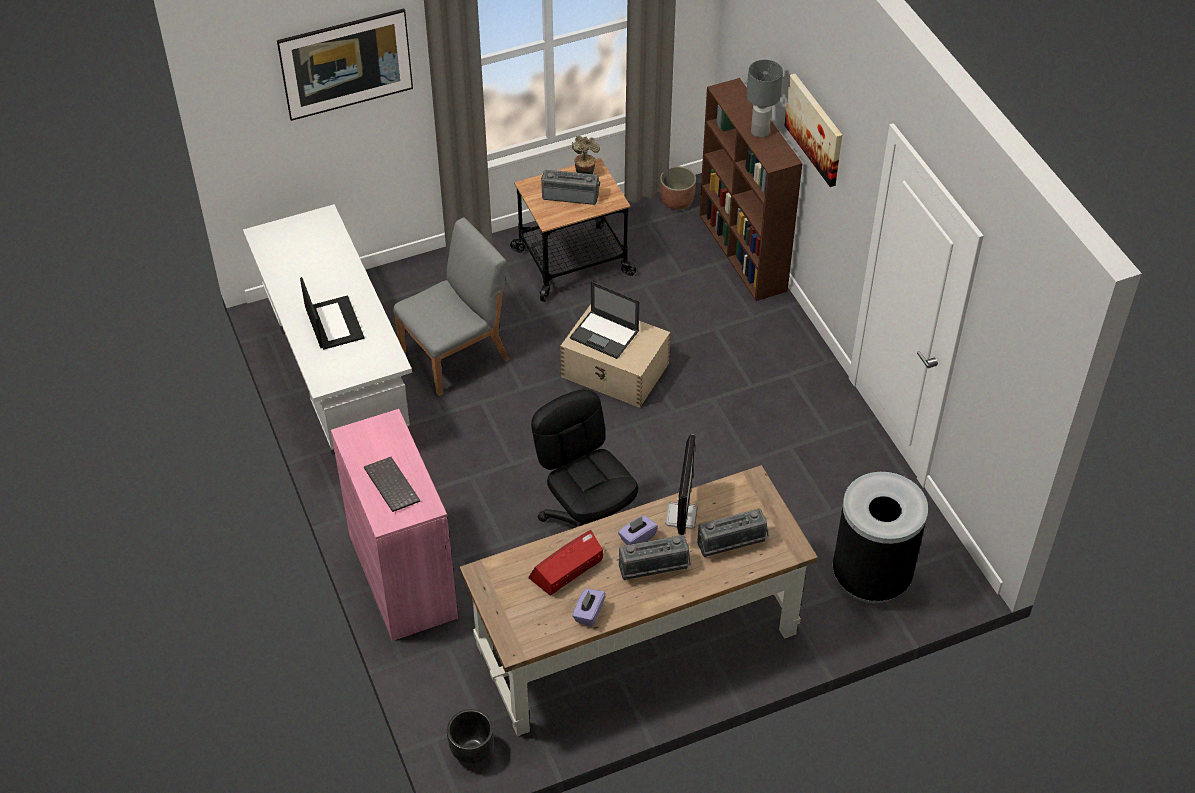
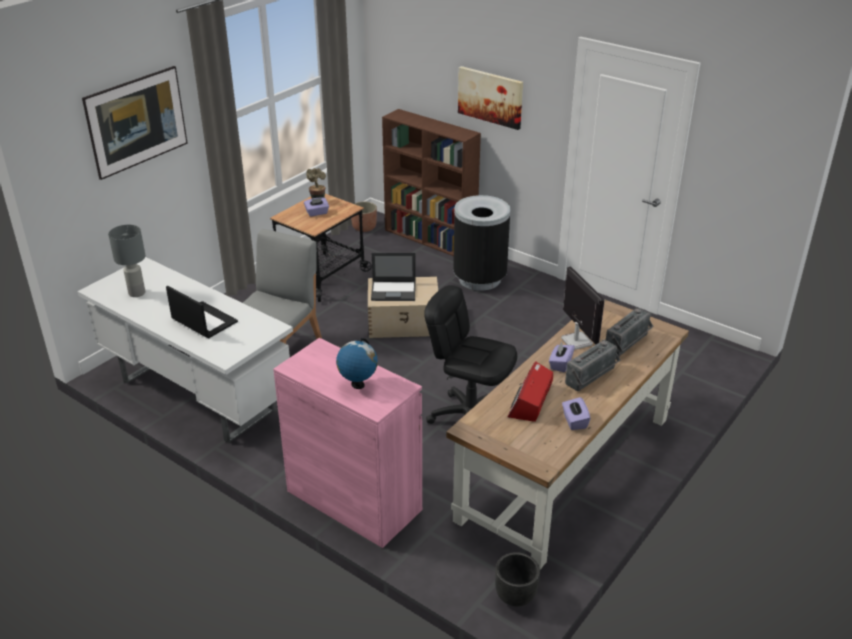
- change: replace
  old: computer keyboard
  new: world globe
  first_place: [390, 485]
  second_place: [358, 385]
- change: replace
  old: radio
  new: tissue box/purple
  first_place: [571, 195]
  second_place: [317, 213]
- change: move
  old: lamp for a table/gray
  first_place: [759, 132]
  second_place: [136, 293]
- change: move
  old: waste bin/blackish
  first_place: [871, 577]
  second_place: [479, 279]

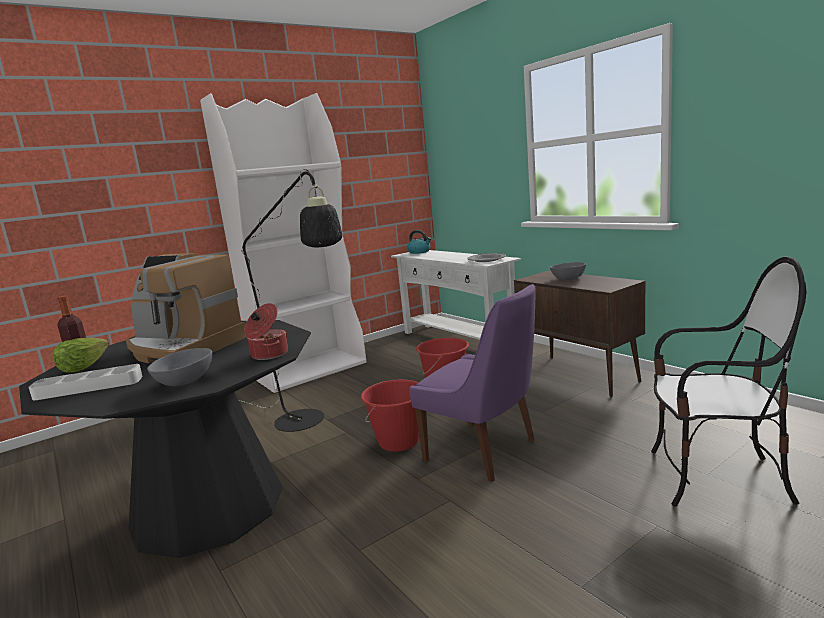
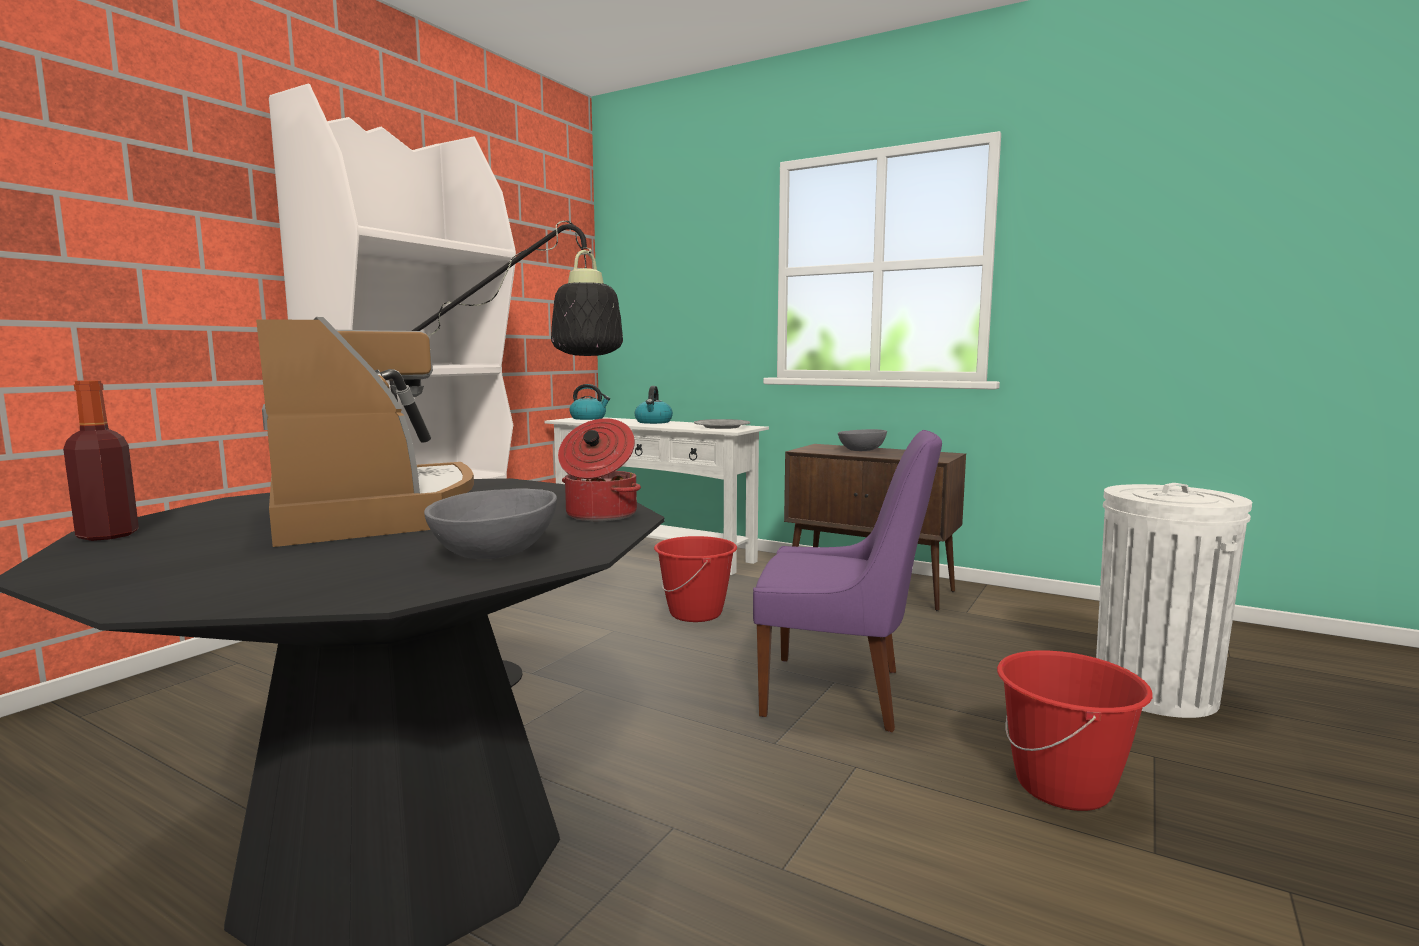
- change: delete
  old: serving tray/whitish
  first_place: [89, 387]
- change: delete
  old: lettuce head
  first_place: [83, 367]
- change: rotate
  old: coffee brewer
  first_place: [183, 348]
  second_place: [374, 513]
  degrees: -120
- change: move
  old: pail/red
  first_place: [399, 442]
  second_place: [1063, 786]
- change: replace
  old: chair
  new: waste bin/whitish
  first_place: [716, 478]
  second_place: [1155, 692]
- change: insert
  new: kettle
  second_place: [653, 422]

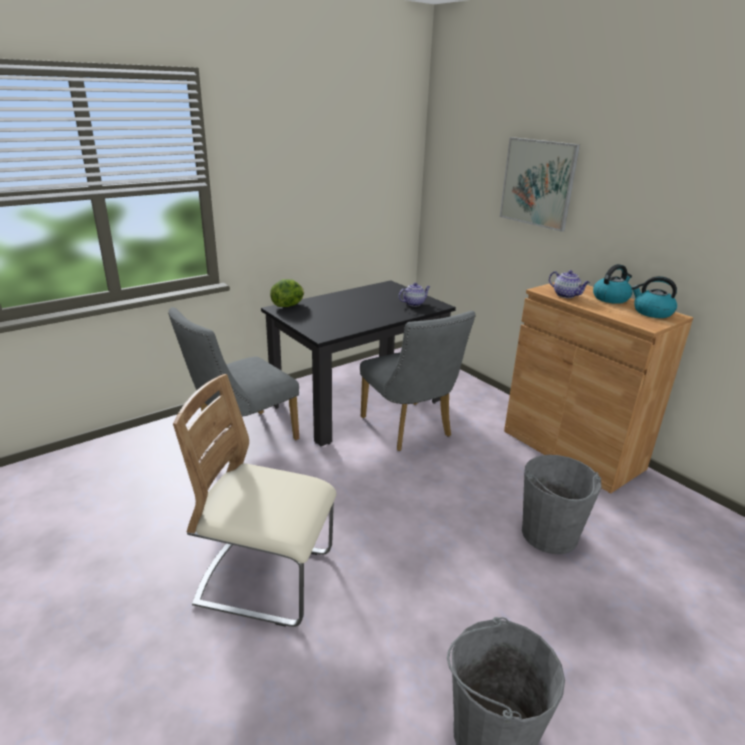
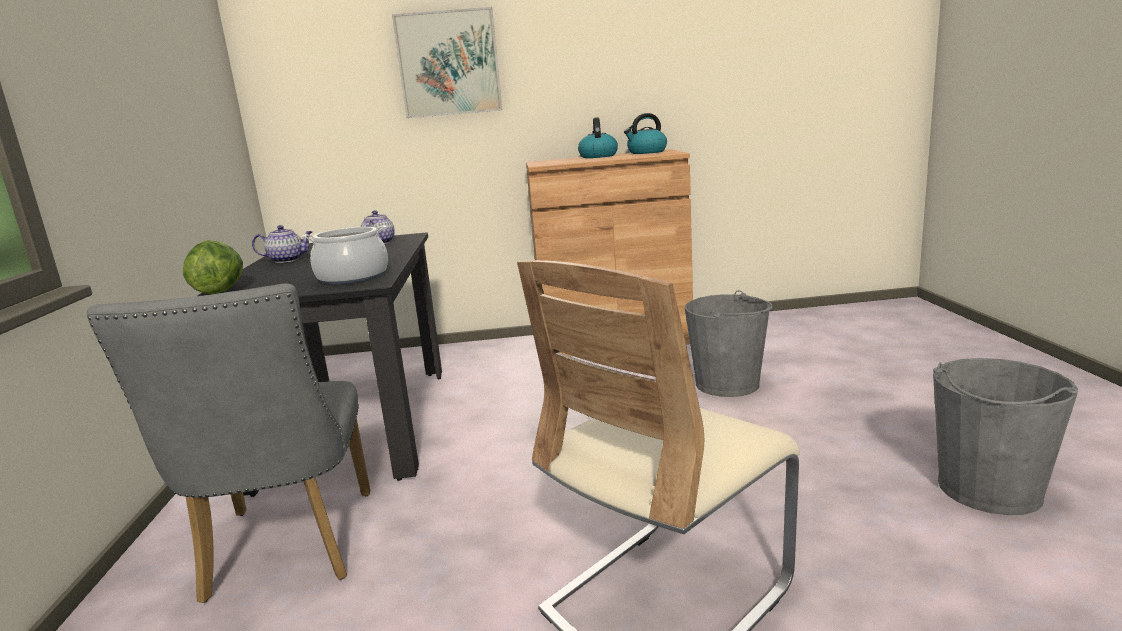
- change: delete
  old: chair/gray
  first_place: [409, 430]
- change: move
  old: teapot
  first_place: [566, 295]
  second_place: [287, 260]
- change: insert
  new: saucepot
  second_place: [352, 277]

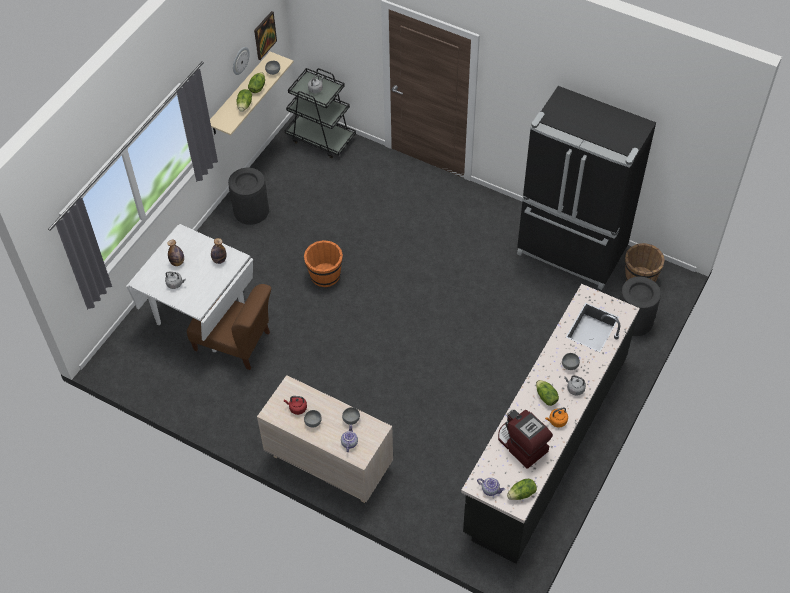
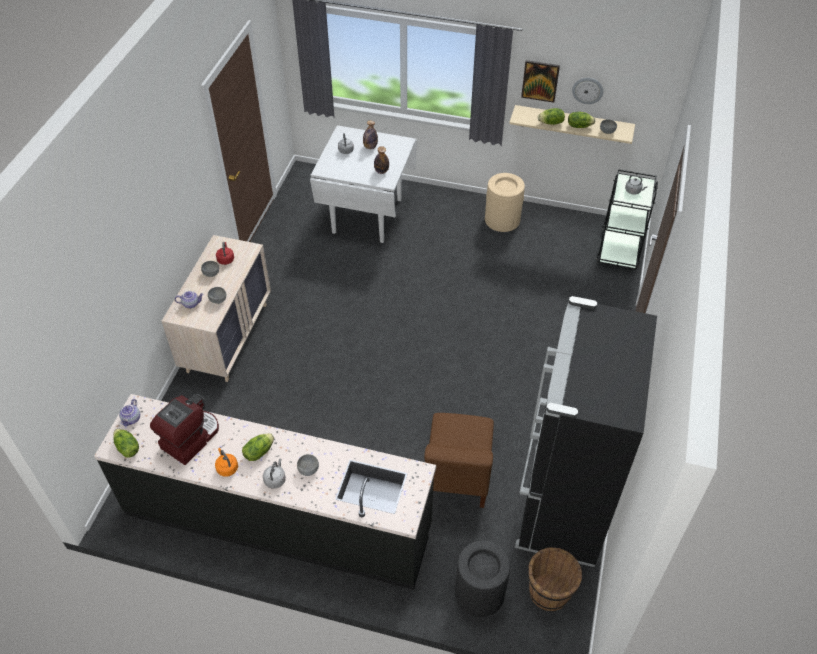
- change: move
  old: chair/brown
  first_place: [235, 343]
  second_place: [457, 476]
- change: recolor
  old: waste bin/blackish
  new: waste bin/beige-coloured
  first_place: [251, 211]
  second_place: [502, 219]
- change: move
  old: picture
  first_place: [264, 35]
  second_place: [540, 80]
- change: delete
  old: pail/orange-coloured
  first_place: [325, 276]

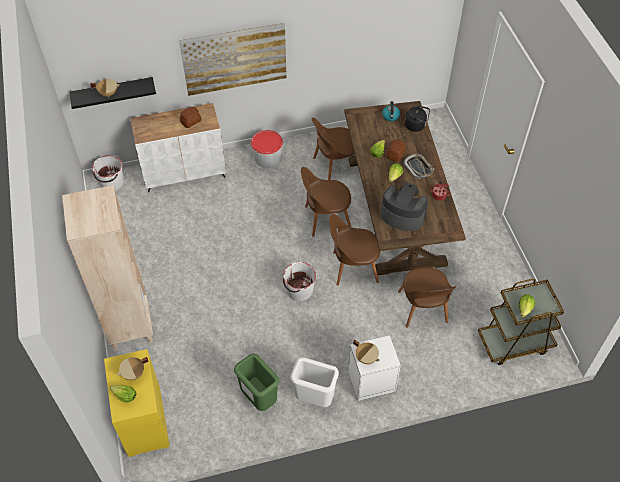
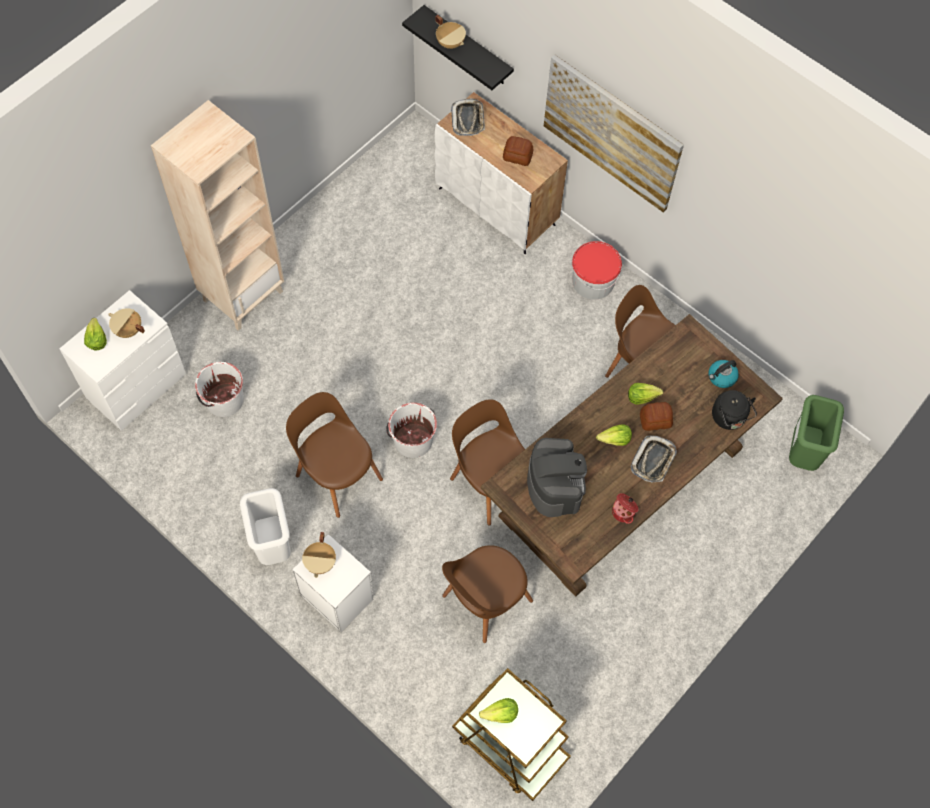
- change: move
  old: pail/whitish
  first_place: [111, 182]
  second_place: [224, 400]
- change: recolor
  old: dresser/yellow-coloured
  new: dresser/whitish
  first_place: [144, 421]
  second_place: [137, 386]
- change: move
  old: waste bin/greenish
  first_place: [258, 399]
  second_place: [802, 453]
- change: move
  old: chair/brown
  first_place: [325, 218]
  second_place: [337, 474]
- change: insert
  new: serving tray
  second_place: [468, 119]

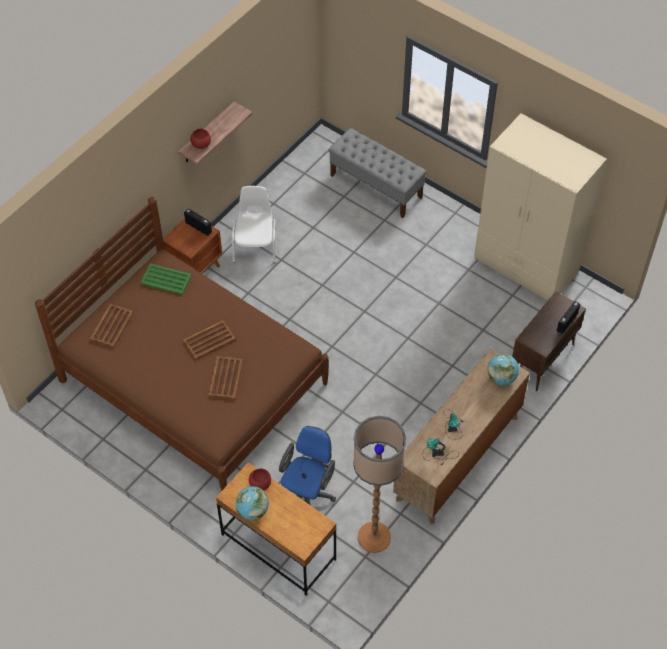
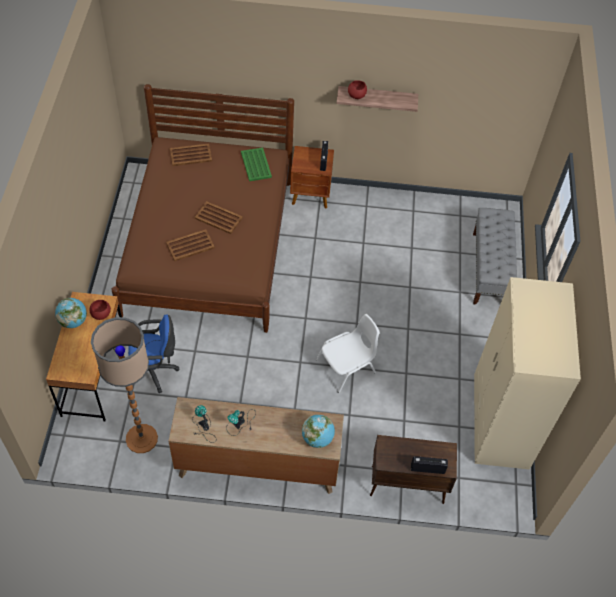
- change: move
  old: chair/whitish
  first_place: [255, 244]
  second_place: [347, 367]

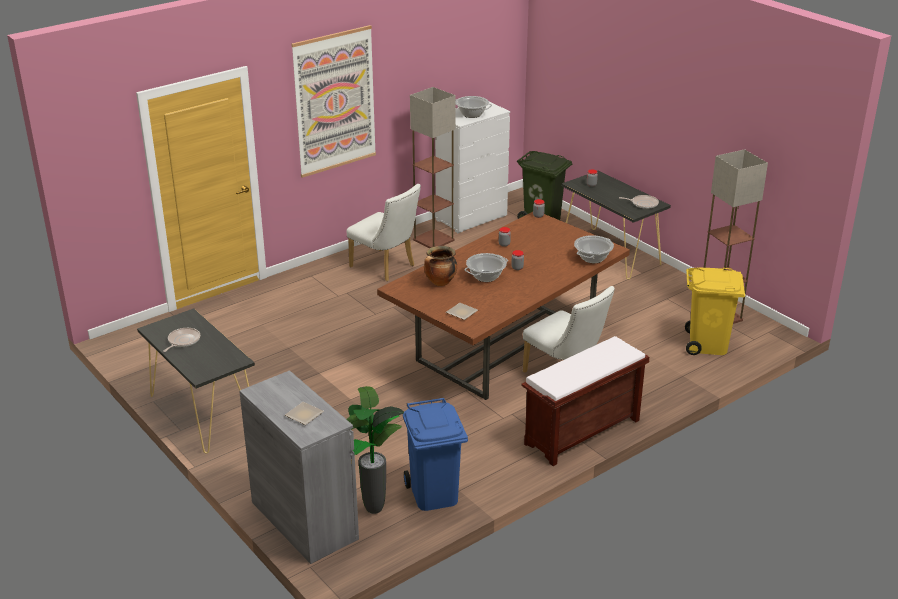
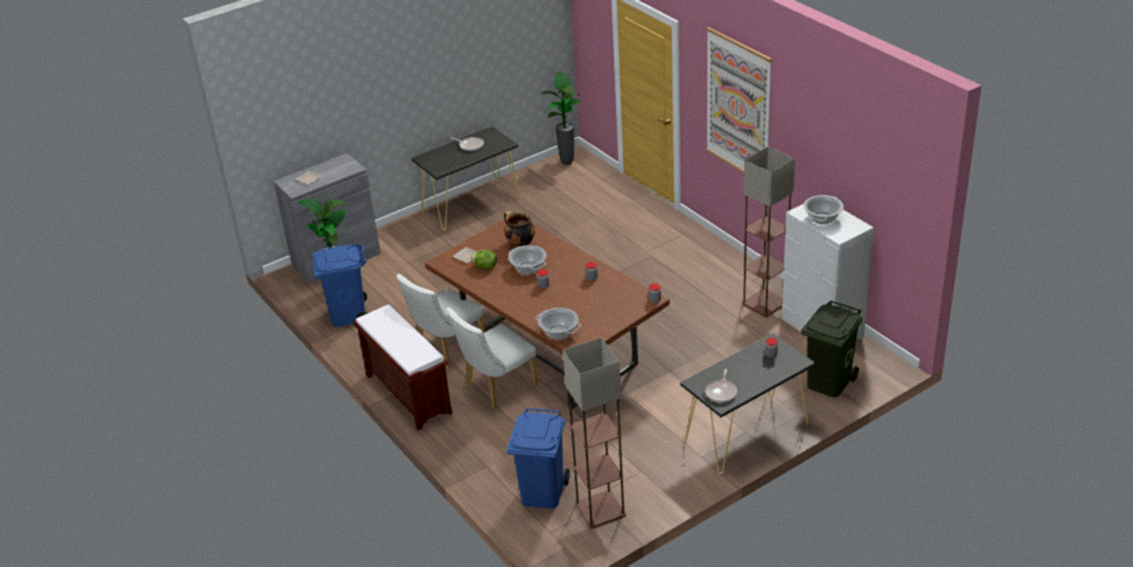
- change: move
  old: chair/whitish
  first_place: [386, 267]
  second_place: [446, 349]
- change: recolor
  old: waste bin/yellow-coloured
  new: waste bin/blue-coloured
  first_place: [708, 345]
  second_place: [541, 493]
- change: insert
  new: lettuce head
  second_place: [485, 267]
- change: insert
  new: potted plant
  second_place: [567, 162]

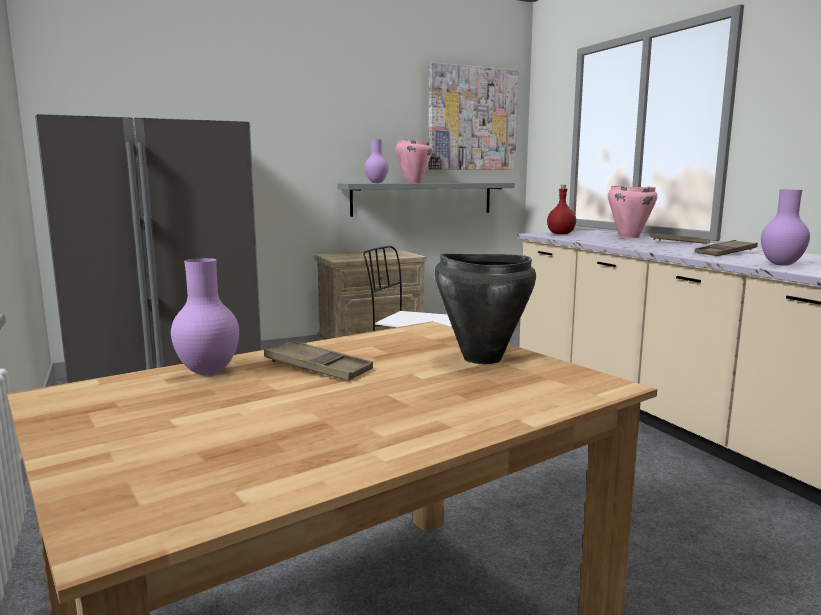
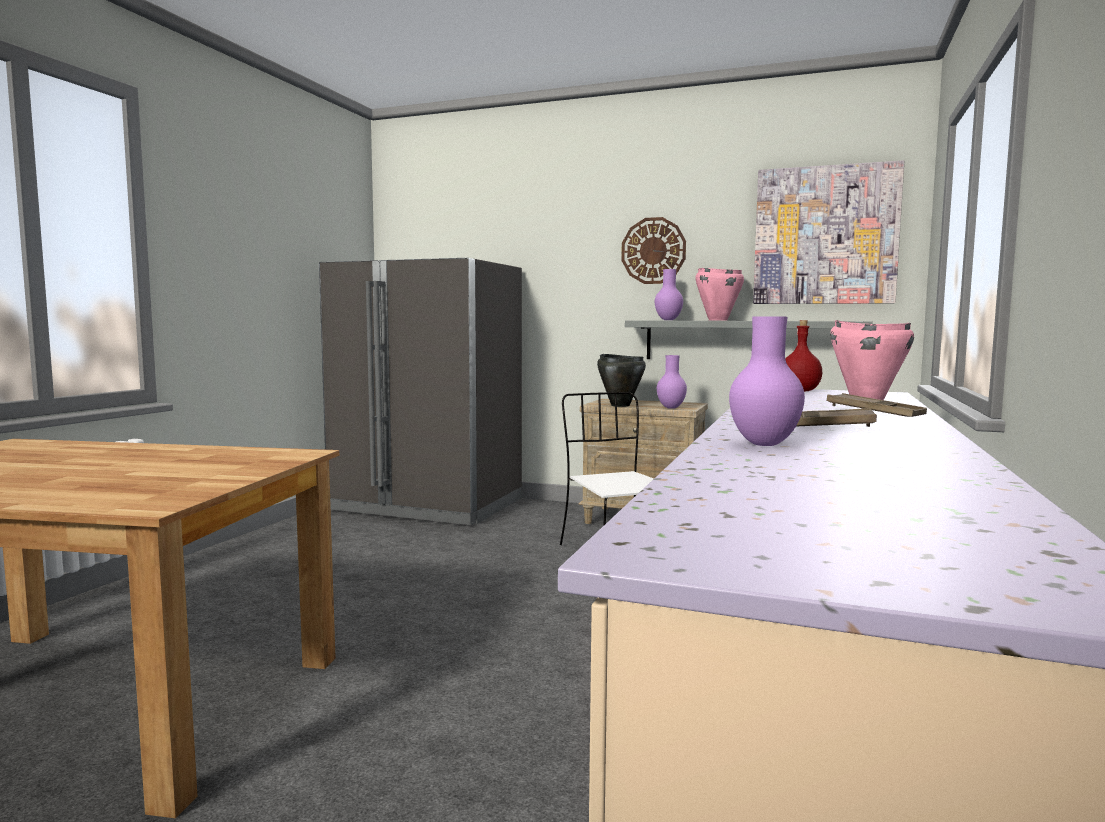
- change: move
  old: vase/purple
  first_place: [209, 373]
  second_place: [671, 408]
- change: delete
  old: serving tray/brown
  first_place: [318, 368]
- change: move
  old: saucepot/blackish
  first_place: [481, 358]
  second_place: [620, 405]
- change: insert
  new: wall clock
  second_place: [653, 251]

